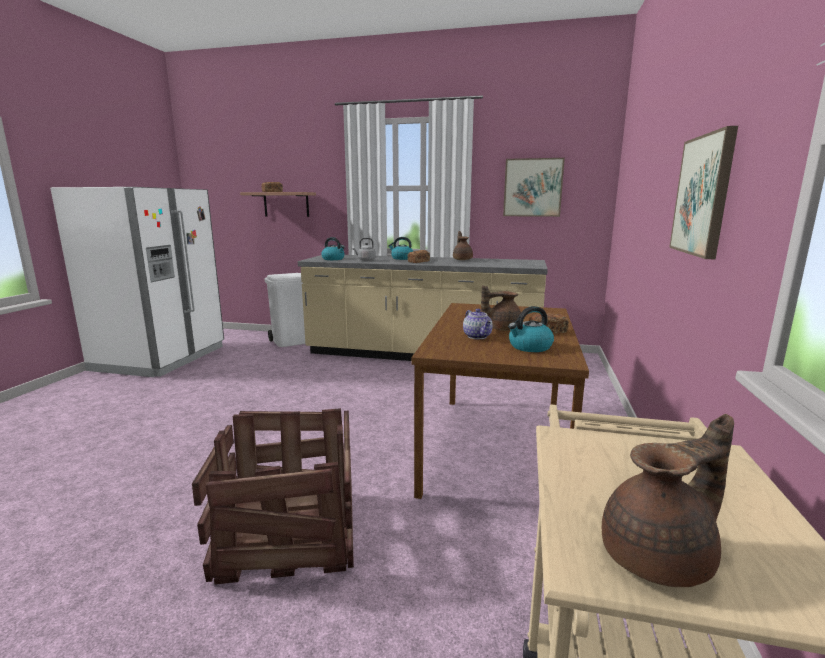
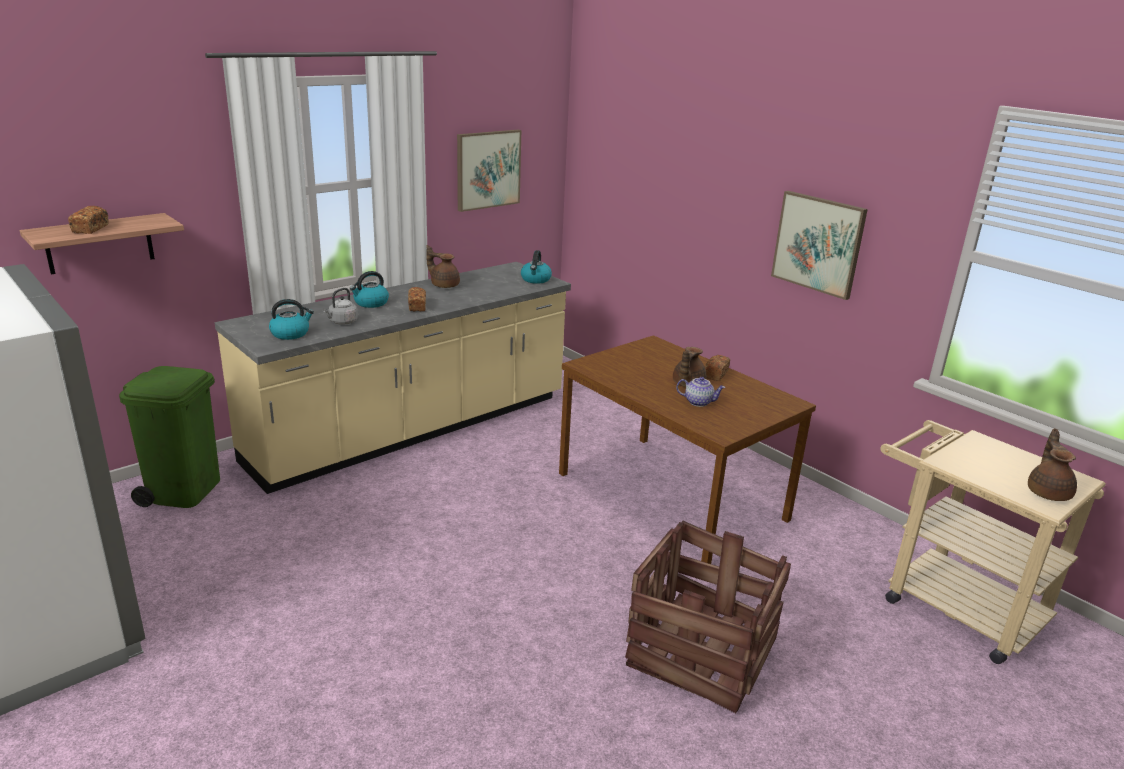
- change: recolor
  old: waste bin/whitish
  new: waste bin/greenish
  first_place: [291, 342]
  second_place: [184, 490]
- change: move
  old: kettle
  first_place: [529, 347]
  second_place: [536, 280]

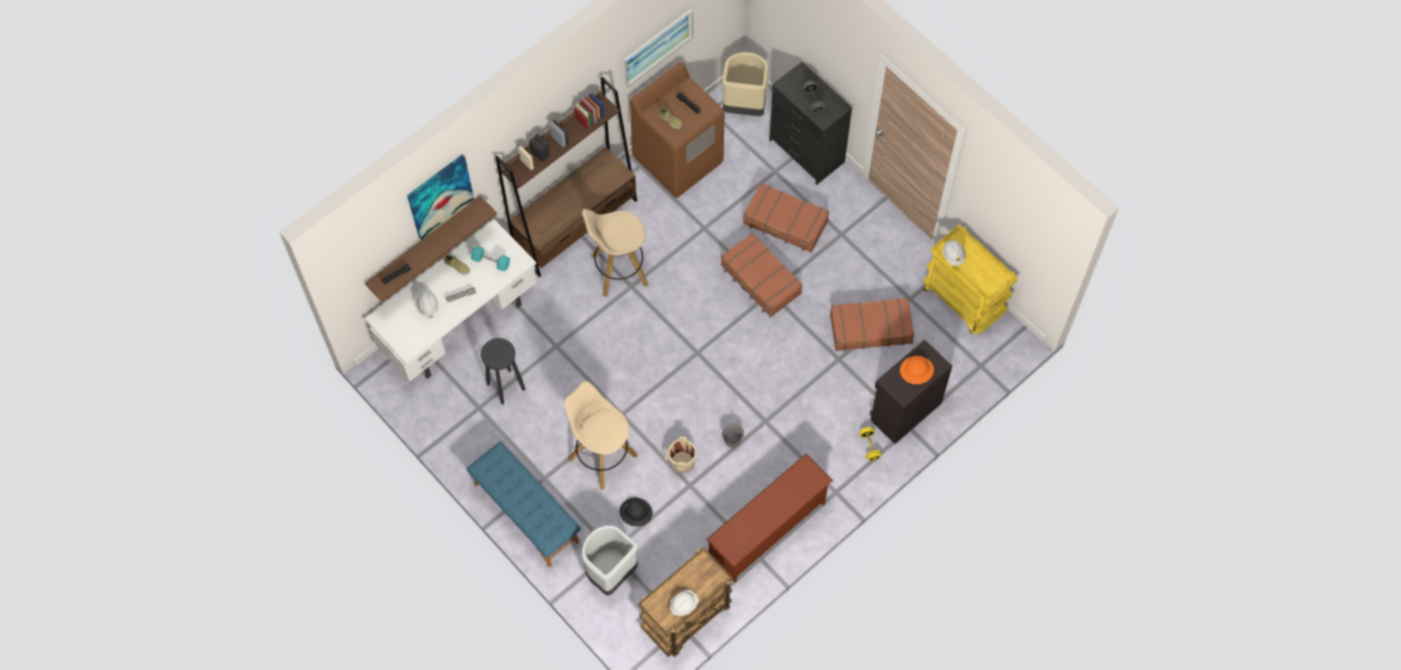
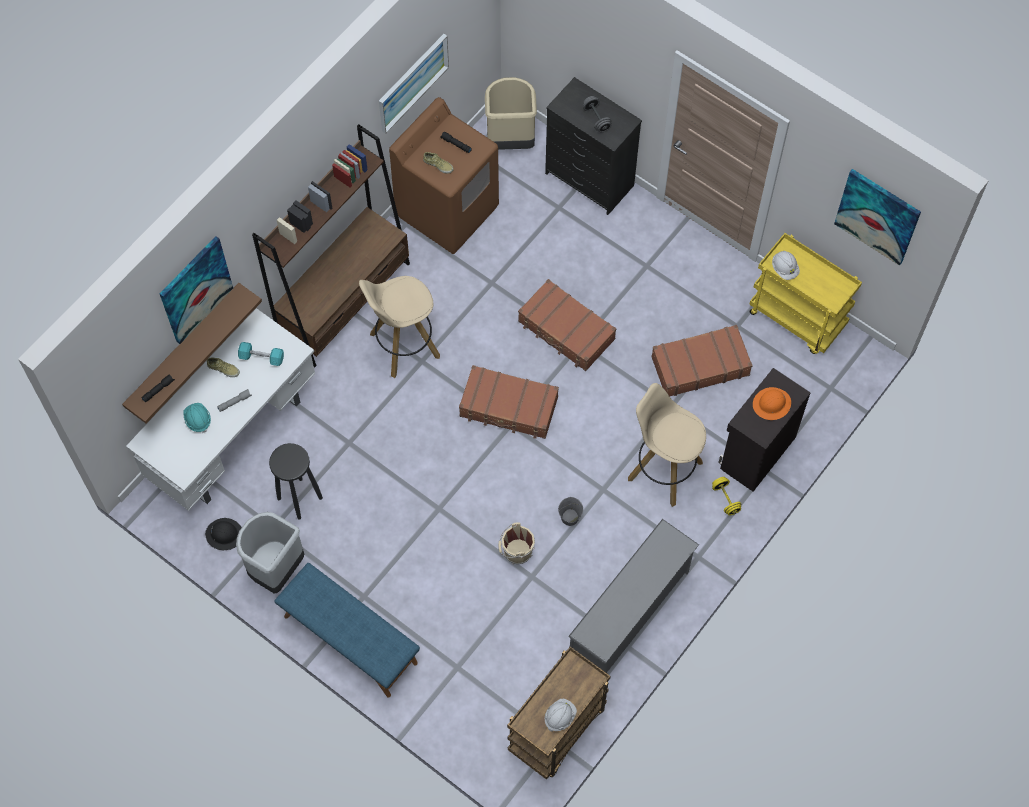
- change: recolor
  old: safety helmet/whitish
  new: safety helmet/turquoise
  first_place: [428, 306]
  second_place: [198, 420]
- change: move
  old: sitting stool/beige-coloured
  first_place: [601, 456]
  second_place: [663, 470]
- change: move
  old: waste bin/gray
  first_place: [610, 573]
  second_place: [275, 569]
- change: move
  old: safety helmet/blackish
  first_place: [636, 512]
  second_place: [224, 534]
- change: recolor
  old: shoe rack/brown
  new: shoe rack/gray
  first_place: [768, 531]
  second_place: [630, 614]
- change: move
  old: suitcase/brown
  first_place: [785, 223]
  second_place: [509, 407]
- change: insert
  new: picture
  second_place: [877, 216]

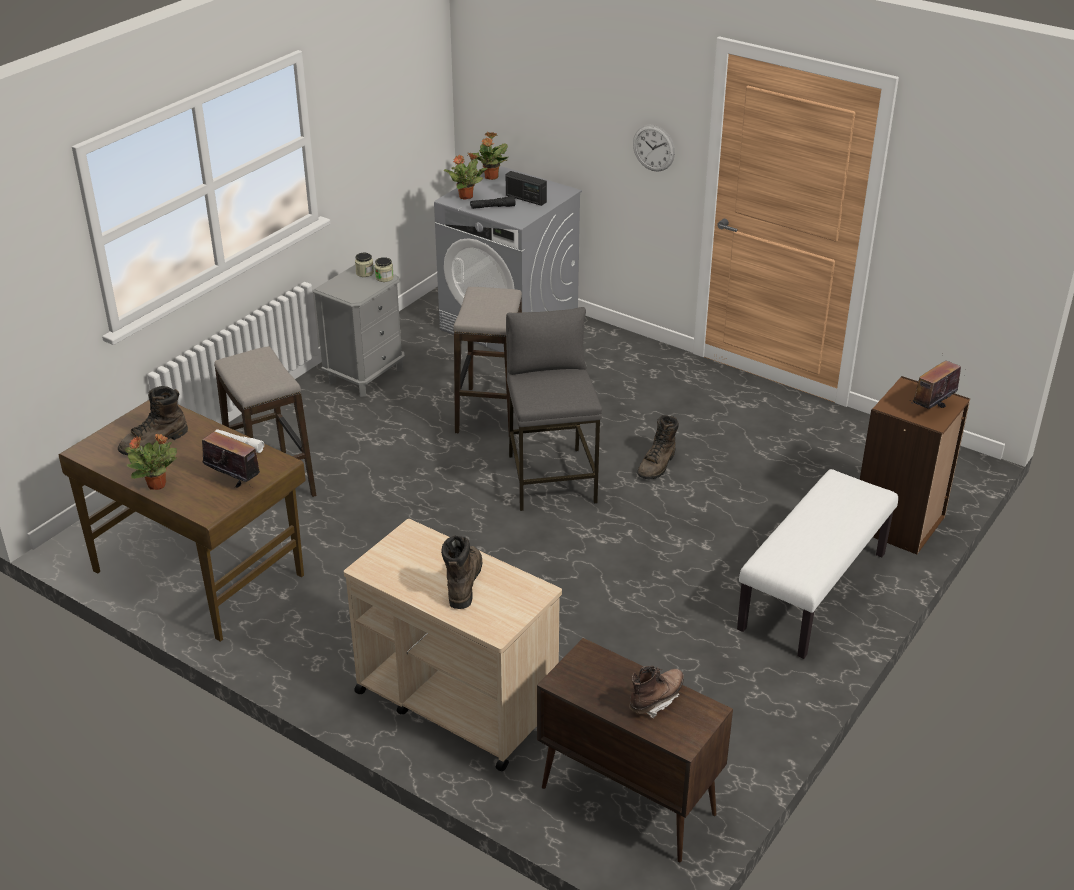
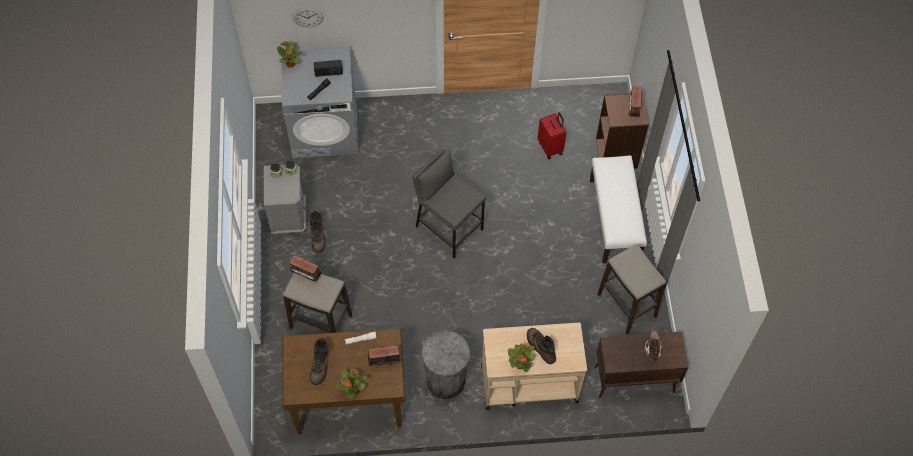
- change: move
  old: potted plant
  first_place: [466, 196]
  second_place: [520, 364]
- change: move
  old: sitting stool
  first_place: [490, 413]
  second_place: [626, 306]
- change: move
  old: wall clock
  first_place: [653, 148]
  second_place: [308, 17]
- change: move
  old: tall boot/brown
  first_place: [657, 465]
  second_place: [318, 237]
- change: insert
  new: radio
  second_place: [306, 276]
- change: insert
  new: waste bin/gray
  second_place: [445, 381]
- change: insert
  new: suitcase/red
  second_place: [551, 147]

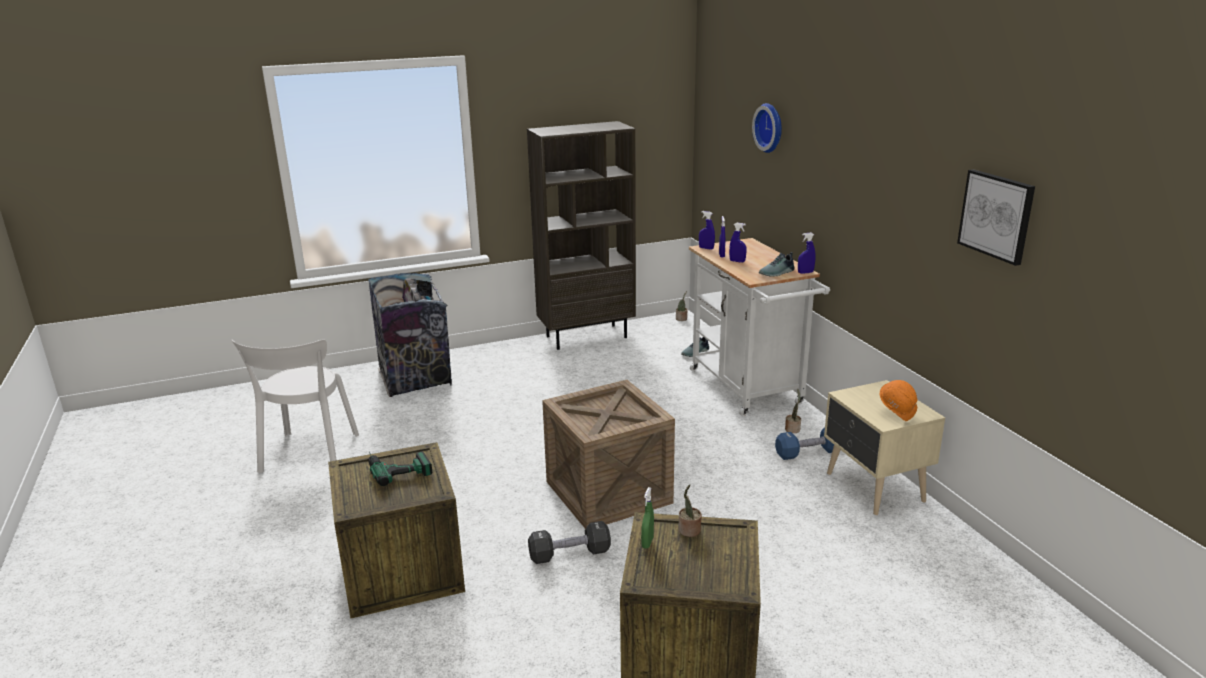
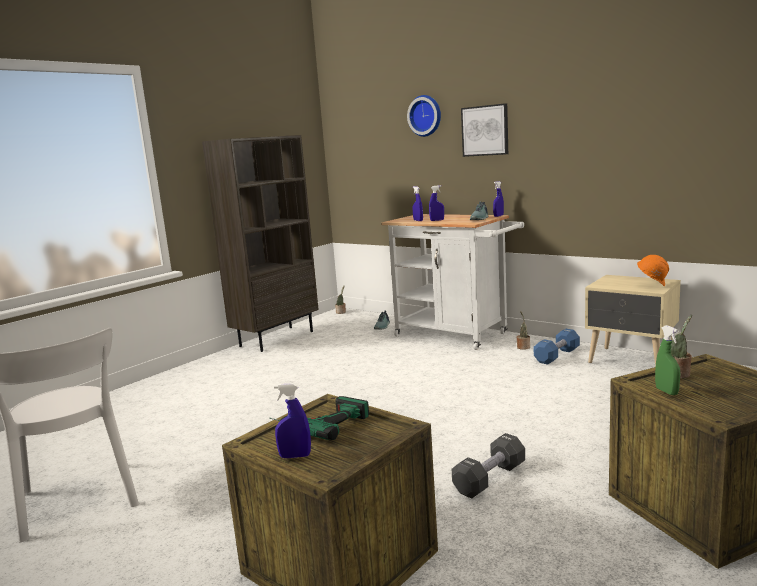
- change: delete
  old: waste bin
  first_place: [415, 380]
- change: delete
  old: crate
  first_place: [608, 492]
- change: move
  old: hand sprayer/blue-coloured
  first_place: [706, 248]
  second_place: [295, 456]
- change: move
  old: picture
  first_place: [996, 216]
  second_place: [485, 130]

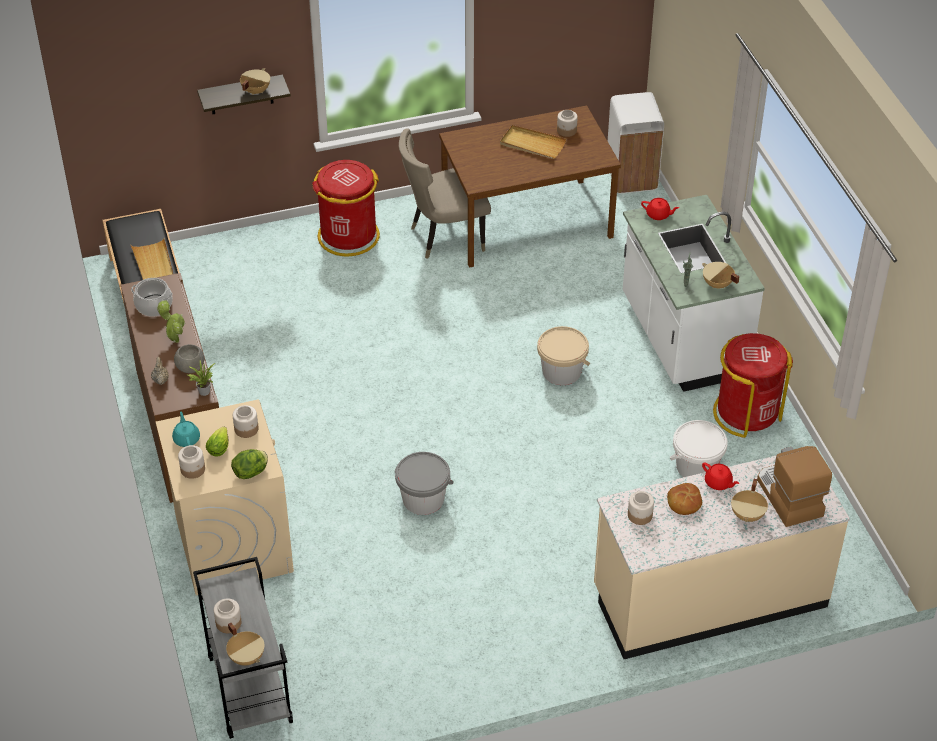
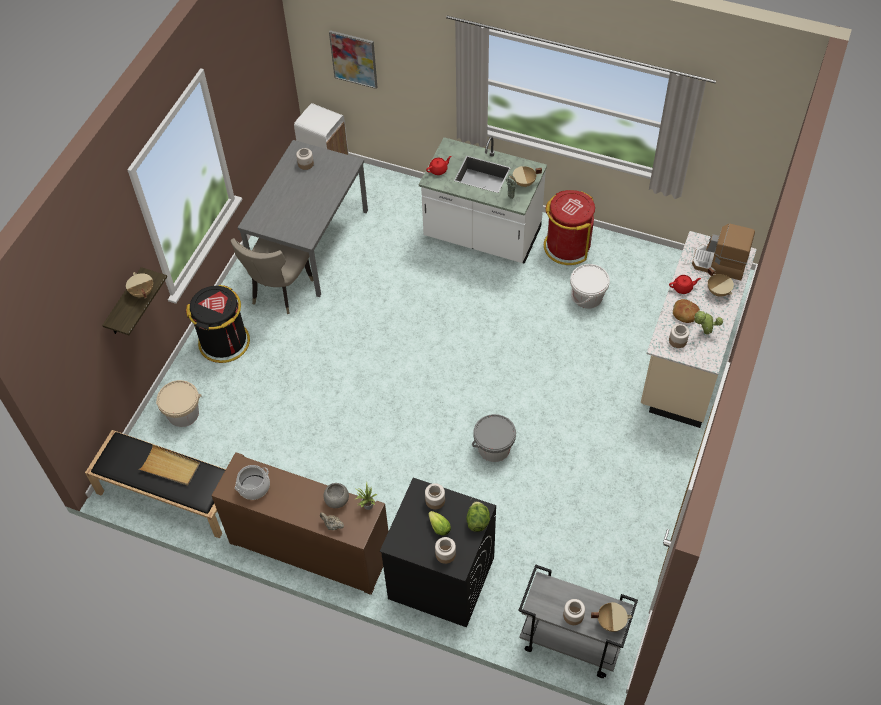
- change: recolor
  old: washing machine/beige-coloured
  new: washing machine/blackish
  first_place: [233, 543]
  second_place: [440, 578]
- change: move
  old: potted plant
  first_place: [175, 339]
  second_place: [704, 332]
- change: delete
  old: teapot/turquoise
  first_place: [186, 439]
- change: recolor
  old: waste bin/red
  new: waste bin/blackish
  first_place: [348, 236]
  second_place: [224, 342]
- change: recolor
  old: dining table/brown
  new: dining table/gray
  first_place: [526, 223]
  second_place: [311, 243]
- change: delete
  old: serving tray/beige-coloured
  first_place: [532, 144]
- change: move
  old: pail/beige-coloured
  first_place: [561, 371]
  second_place: [183, 413]
- change: insert
  new: picture
  second_place: [354, 59]

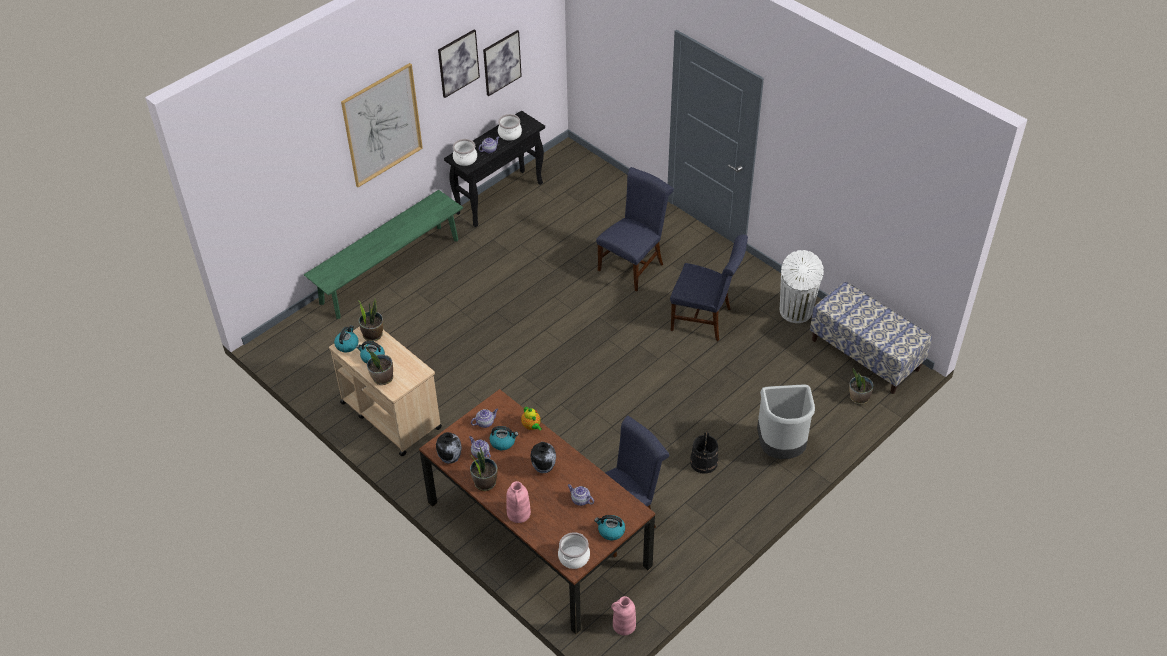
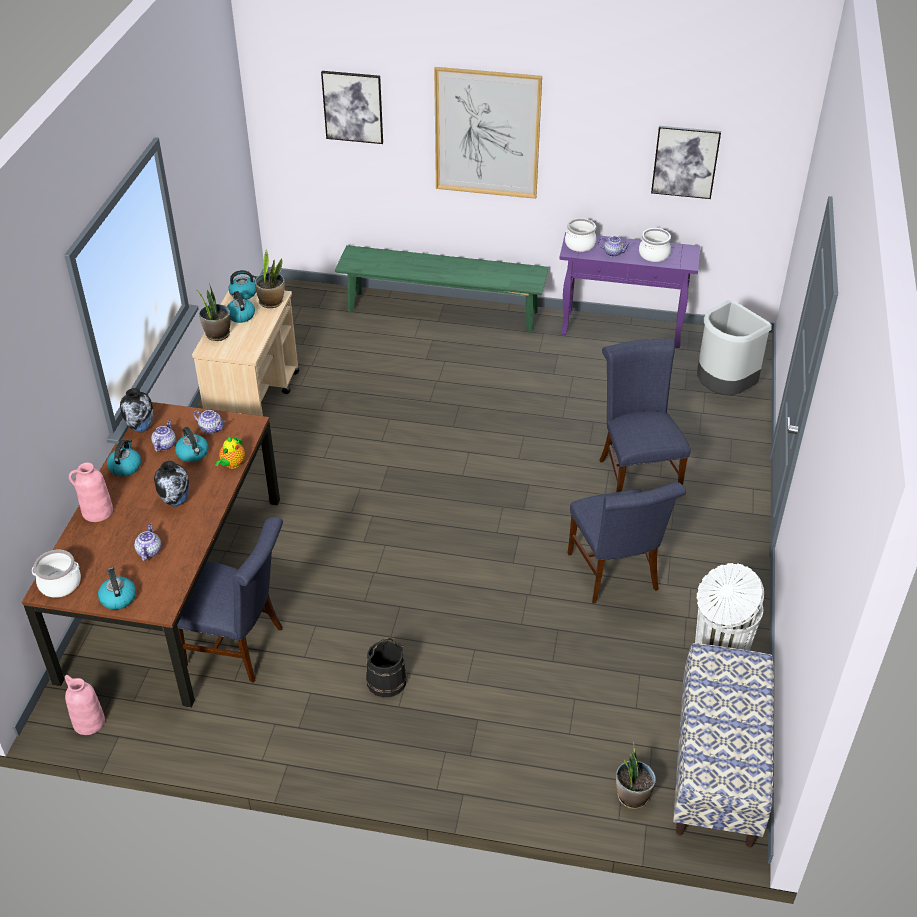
- change: move
  old: picture
  first_place: [458, 63]
  second_place: [353, 107]
- change: recolor
  old: hall table/blackish
  new: hall table/purple
  first_place: [500, 198]
  second_place: [622, 330]
- change: replace
  old: potted plant
  new: kettle
  first_place: [485, 482]
  second_place: [125, 467]
- change: rotate
  old: chair/blue-coloured
  first_place: [633, 265]
  second_place: [636, 474]
  degrees: -105
- change: move
  old: waste bin/gray
  first_place: [781, 449]
  second_place: [722, 390]

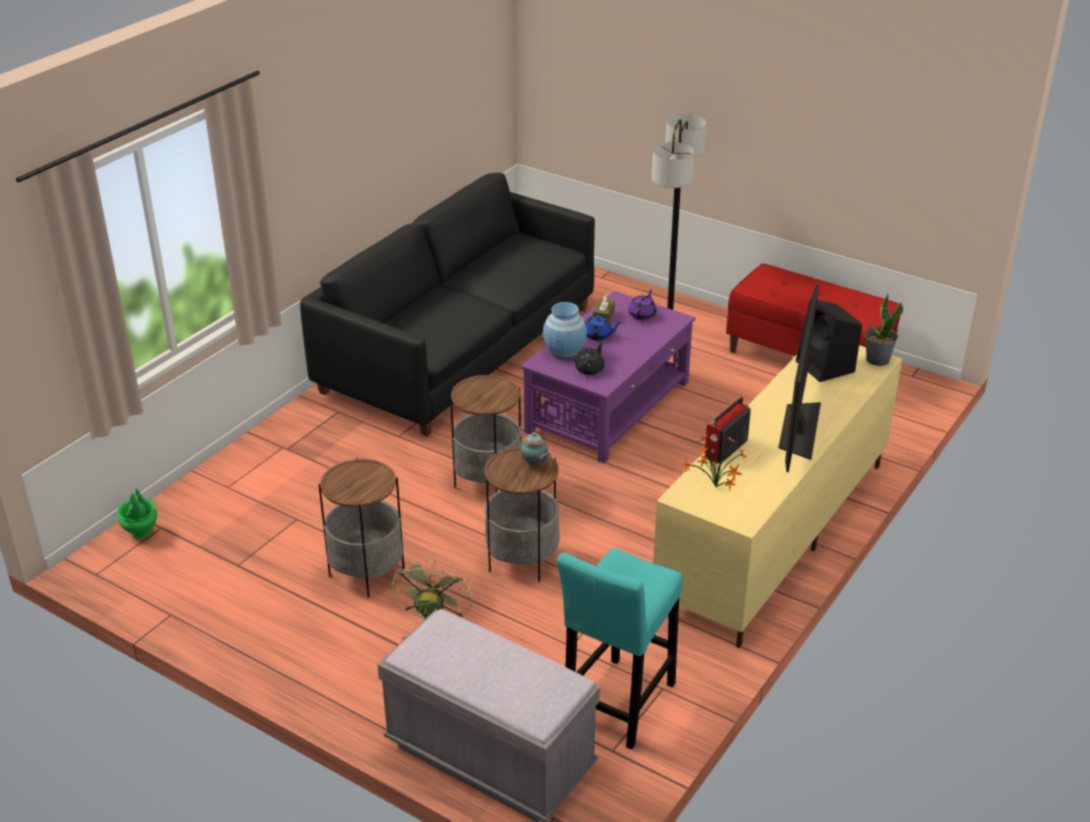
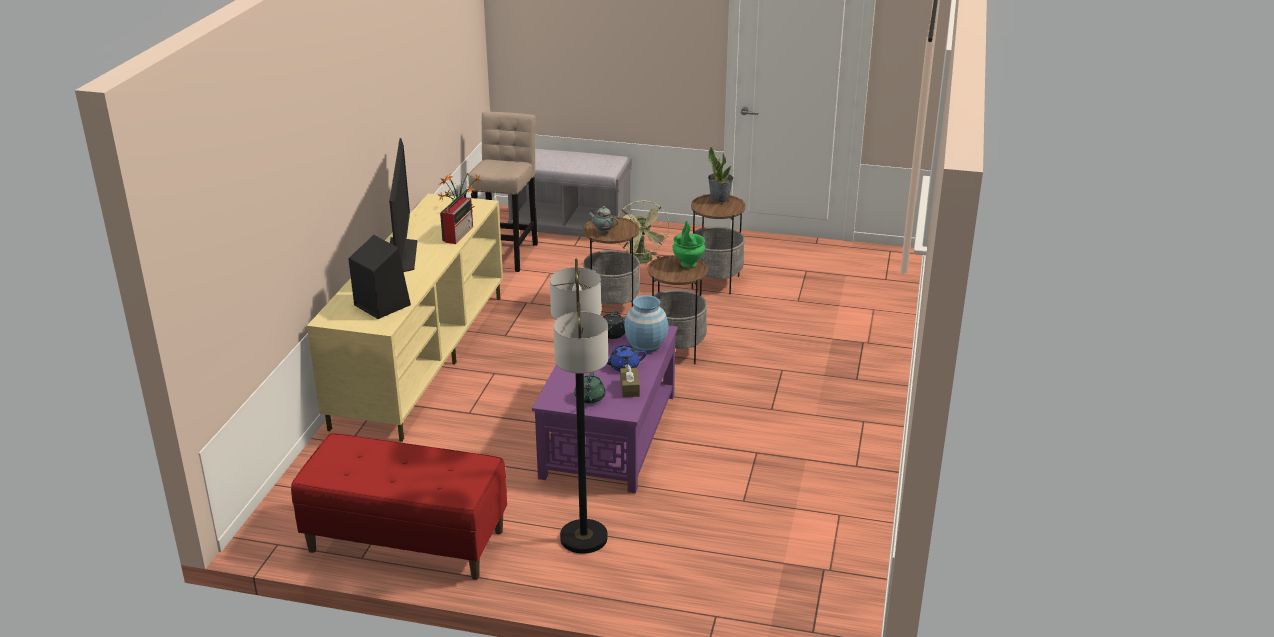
- change: move
  old: vase/greenish
  first_place: [141, 533]
  second_place: [688, 263]
- change: delete
  old: sofa/blackish
  first_place: [459, 349]
- change: recolor
  old: sitting stool/turquoise
  new: sitting stool/beige-coloured
  first_place: [617, 706]
  second_place: [507, 253]
- change: recolor
  old: teapot/purple
  new: teapot/greenish
  first_place: [642, 315]
  second_place: [589, 398]
- change: move
  old: potted plant
  first_place: [877, 360]
  second_place: [719, 198]

